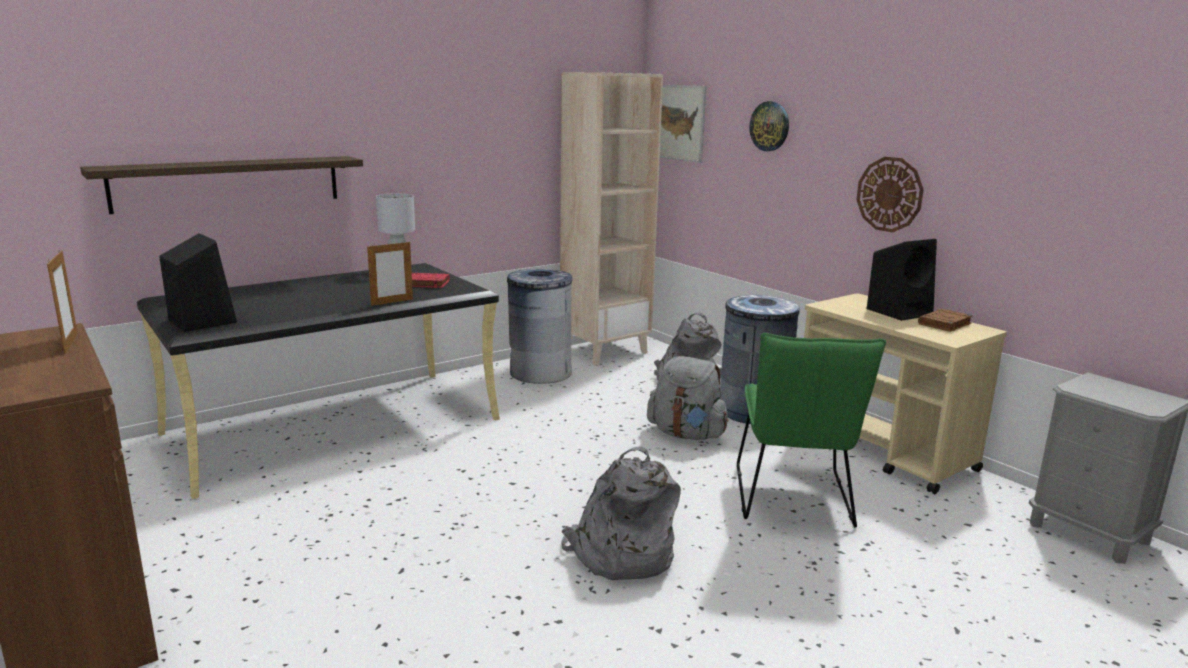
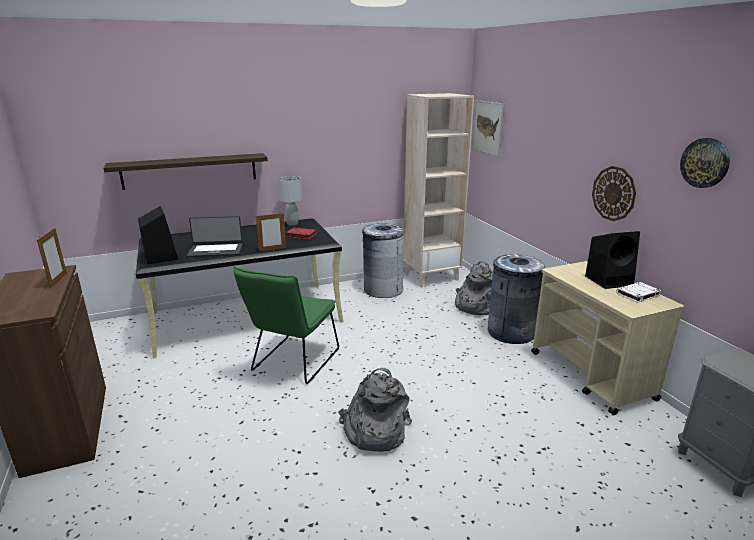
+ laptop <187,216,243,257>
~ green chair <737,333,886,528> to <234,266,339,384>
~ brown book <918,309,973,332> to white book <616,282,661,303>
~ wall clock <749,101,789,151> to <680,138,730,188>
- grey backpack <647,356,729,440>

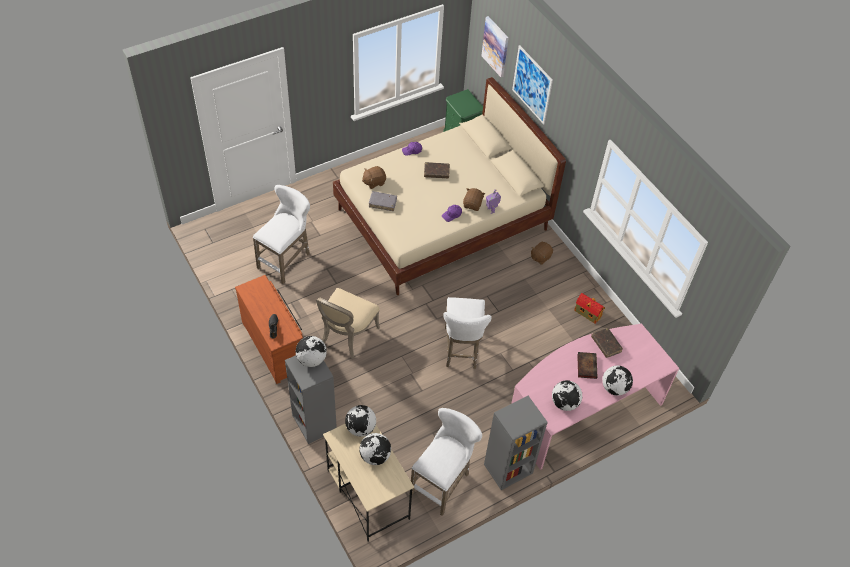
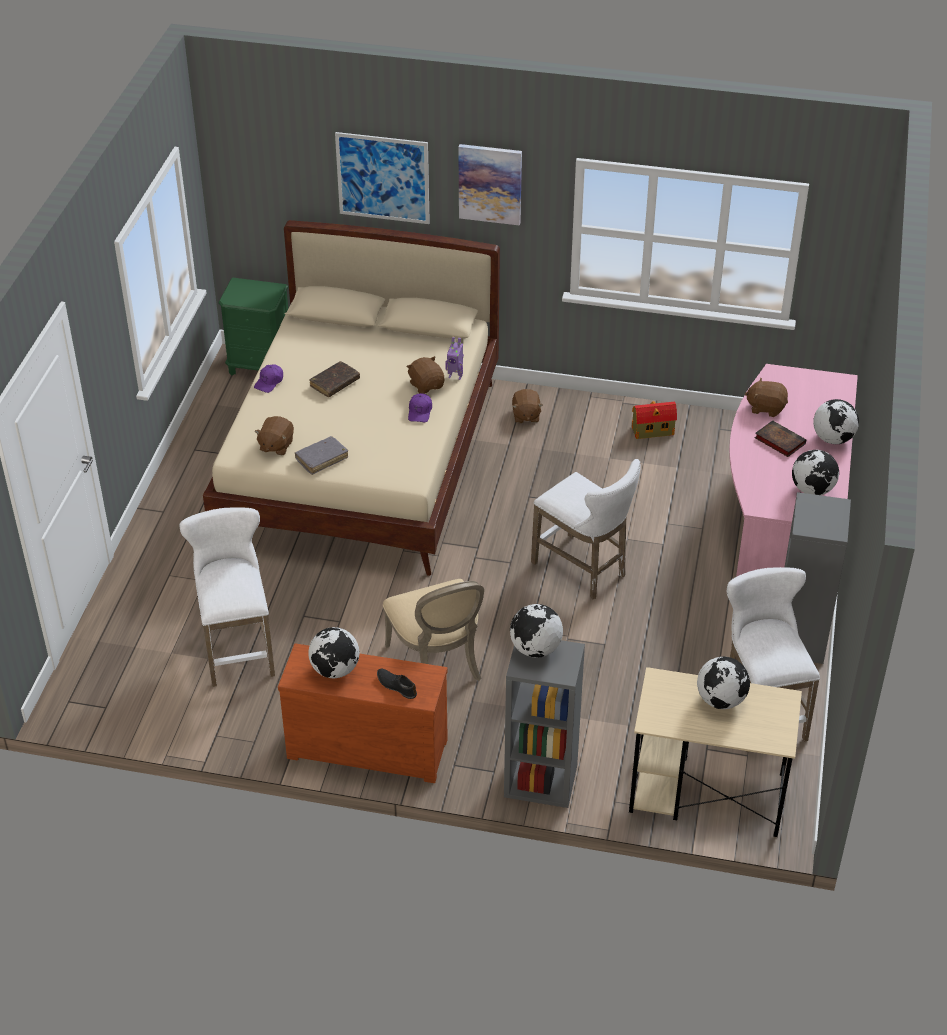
~ globe <345,405,376,437> to <308,627,360,678>
~ picture <482,16,509,77> to <458,144,522,225>
~ brown book <591,328,623,358> to brown plush toy <745,377,788,417>

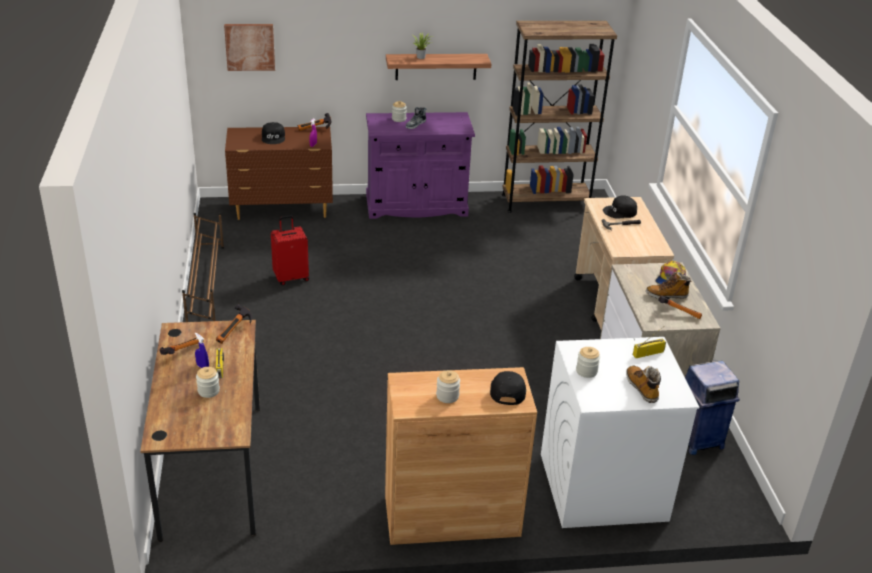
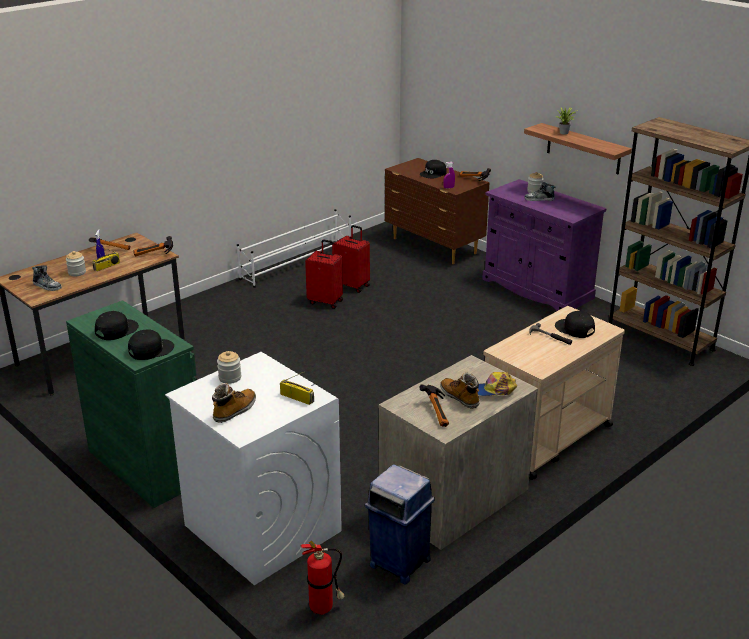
+ shoe <32,265,62,291>
~ brown cabinet <385,367,537,545> to green cabinet <66,300,197,508>
~ jar <436,370,460,403> to black cap <95,311,139,340>
~ brown shoe rack <182,212,224,322> to white shoe rack <237,209,351,288>
+ fire extinguisher <301,541,345,615>
+ red suitcase <305,240,343,309>
- picture <224,24,275,71>

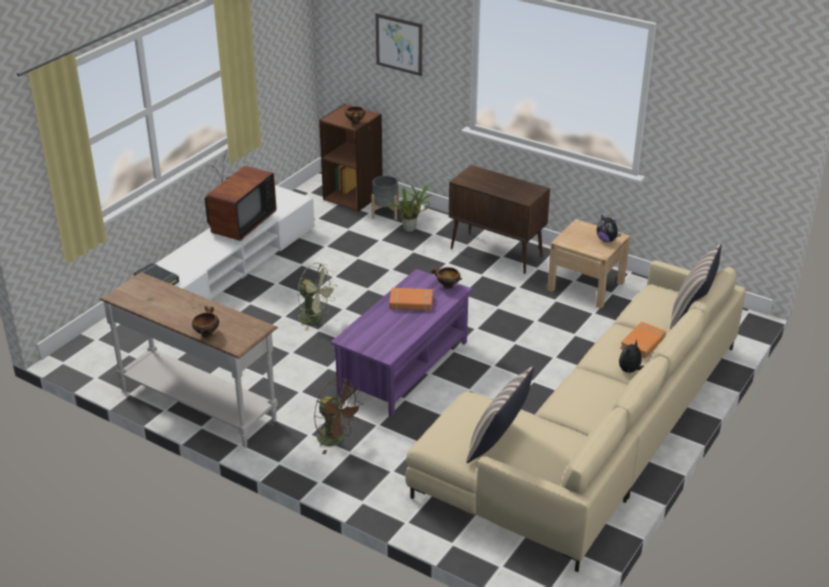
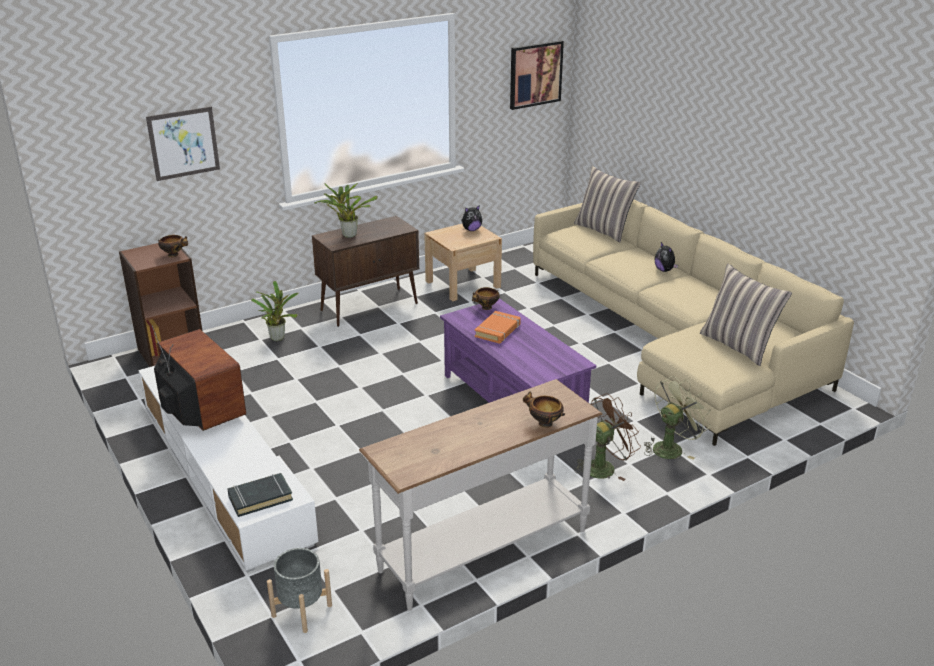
~ grey planter <371,176,399,220> to <267,548,332,633>
+ potted plant <314,183,378,238>
+ picture <510,40,564,110>
~ green fan <297,263,337,331> to <644,376,711,460>
- orange book <620,322,666,358>

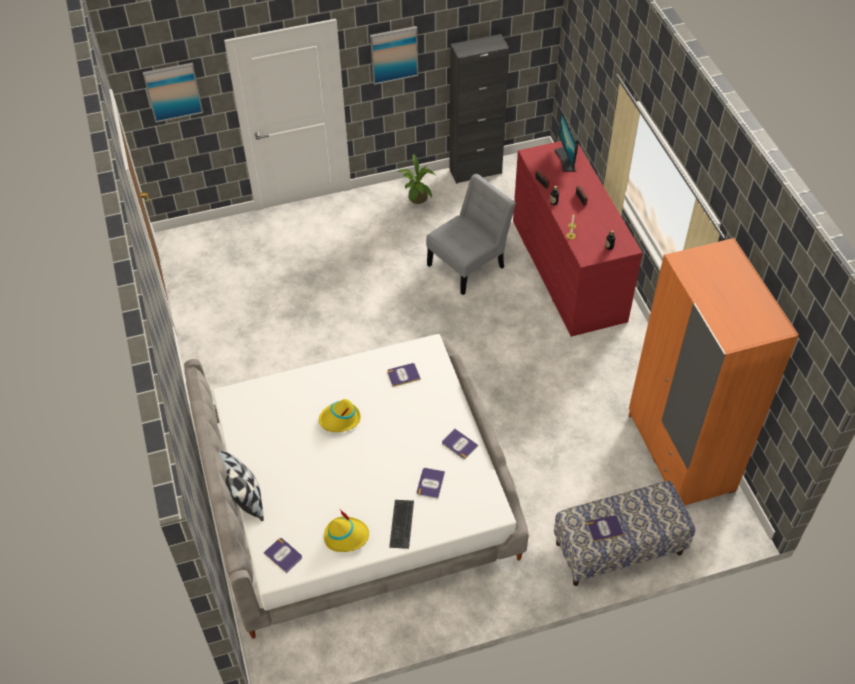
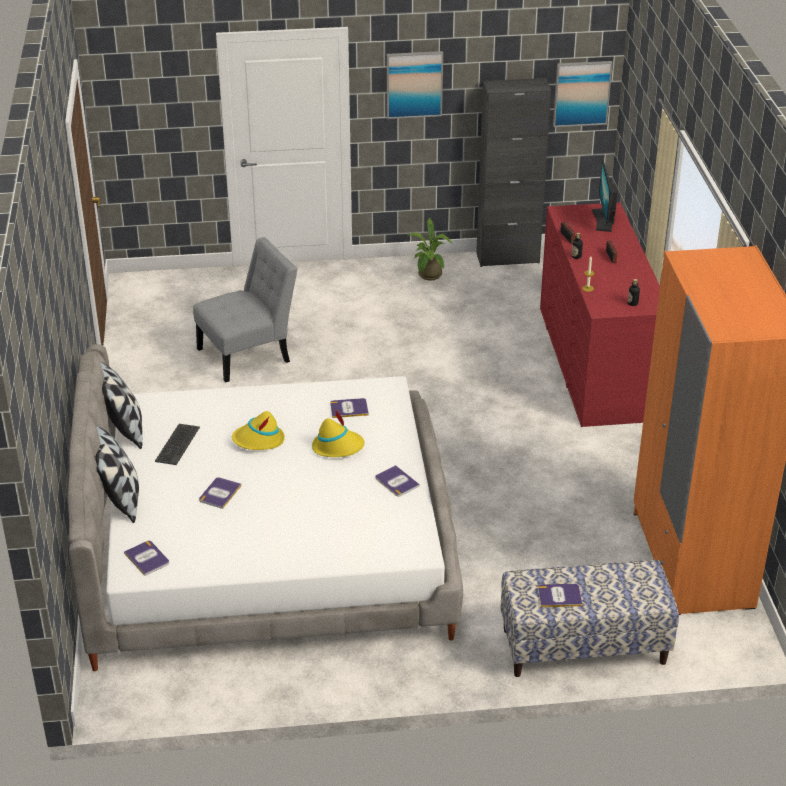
+ pillow <100,362,143,449>
~ keyboard <389,500,414,549> to <155,424,200,465>
~ grey chair <426,174,516,295> to <193,237,297,382>
~ book <417,468,445,499> to <199,477,242,509>
~ yellow hat <324,510,369,552> to <312,409,365,457>
~ picture <143,63,203,123> to <553,61,613,127>

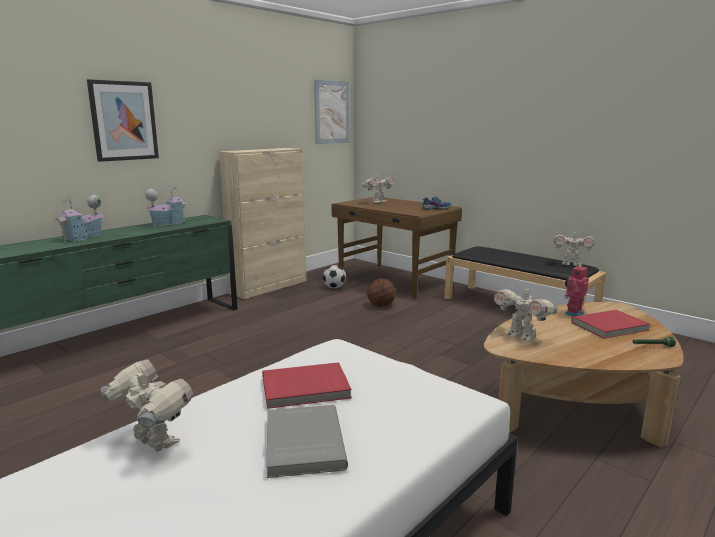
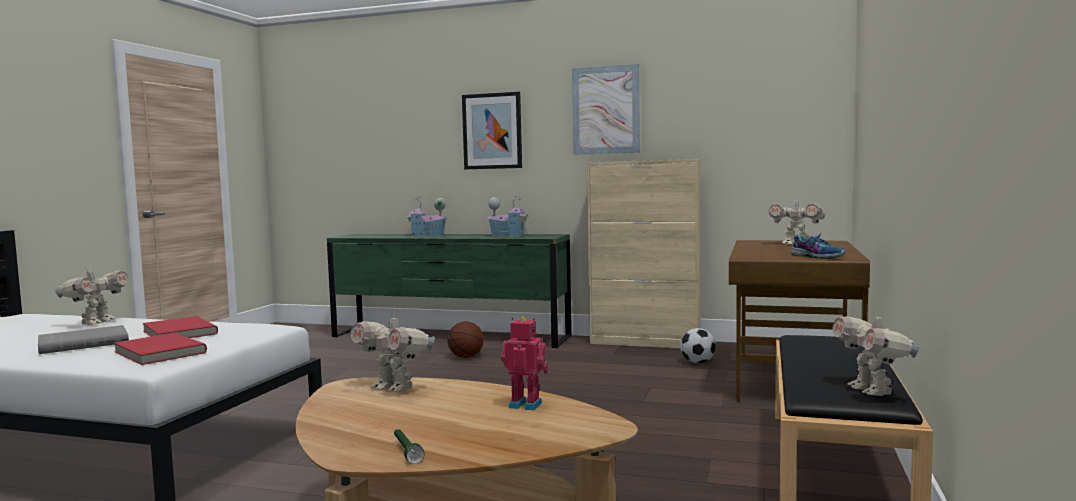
~ red book <571,310,650,339> to <114,333,207,365>
~ toy robot <494,284,558,341> = <350,311,435,392> 75 degrees counterclockwise
~ basketball <367,278,396,307> to <447,321,484,358>
~ picture <314,80,350,144> to <572,64,640,155>

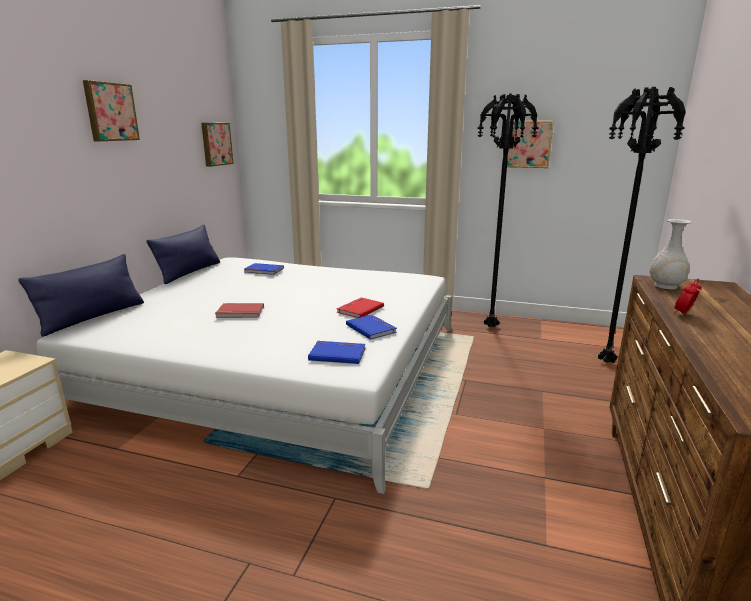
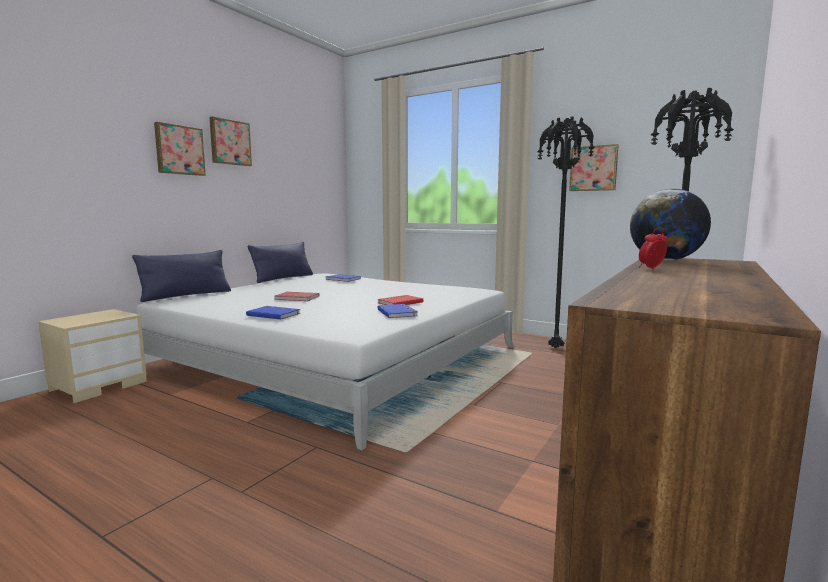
~ picture <201,123,233,167> to <154,122,206,176>
~ blue book <308,341,365,364> to <246,306,300,320>
~ white vase <650,219,692,289> to globe <630,189,711,260>

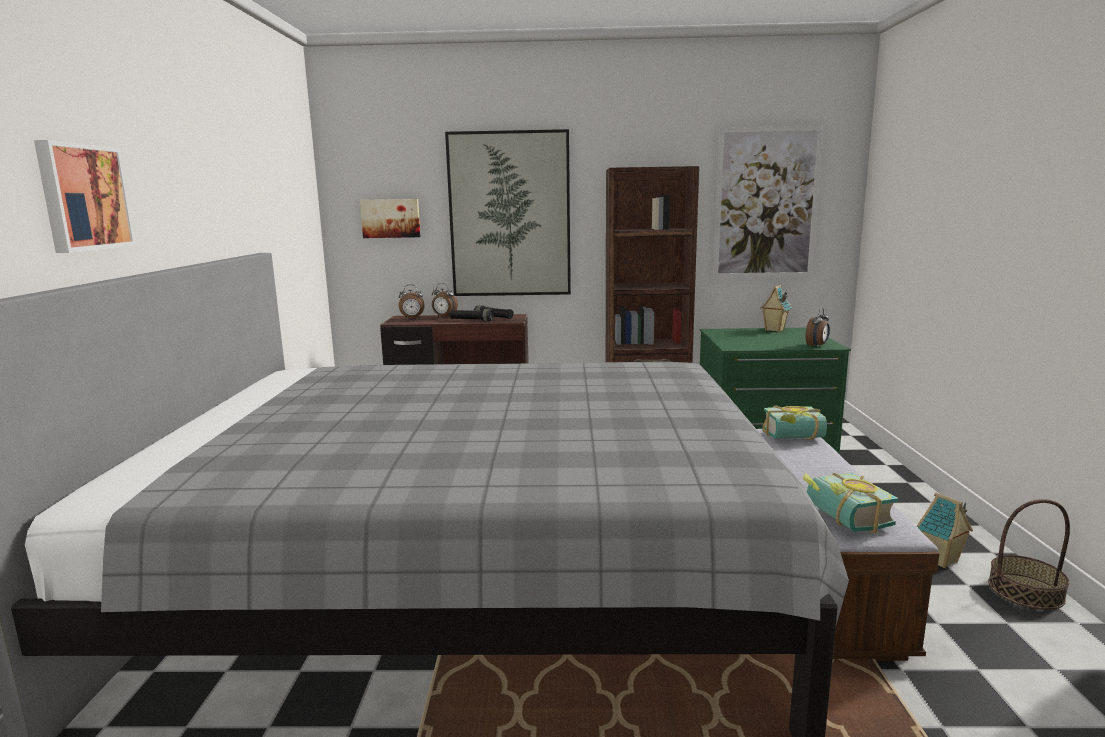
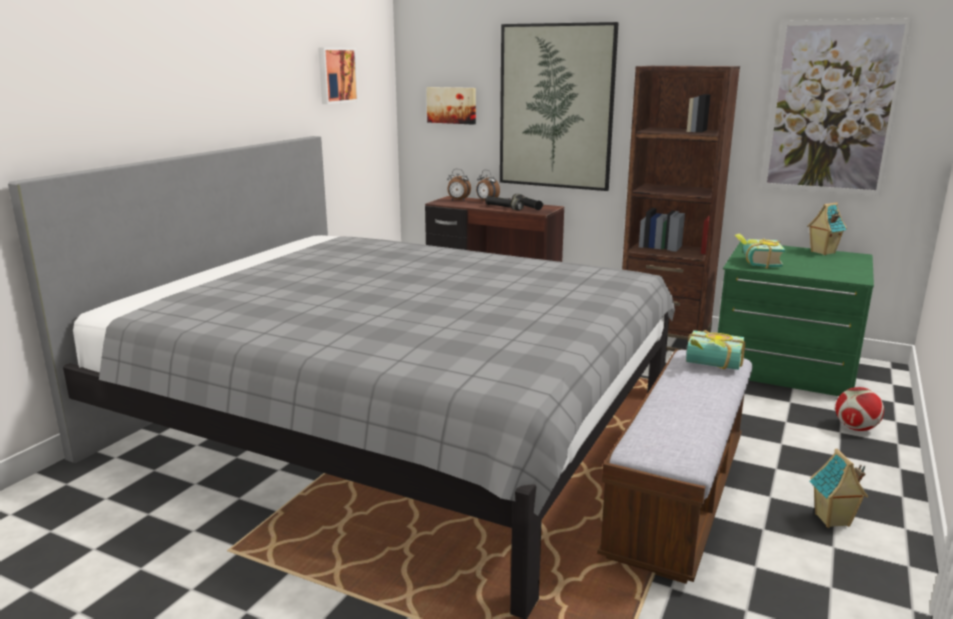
~ picture <34,140,136,253> to <318,47,359,104>
~ book <803,473,899,533> to <735,234,785,269>
+ football <835,387,884,431>
- alarm clock <805,308,830,347>
- basket <988,499,1070,610>

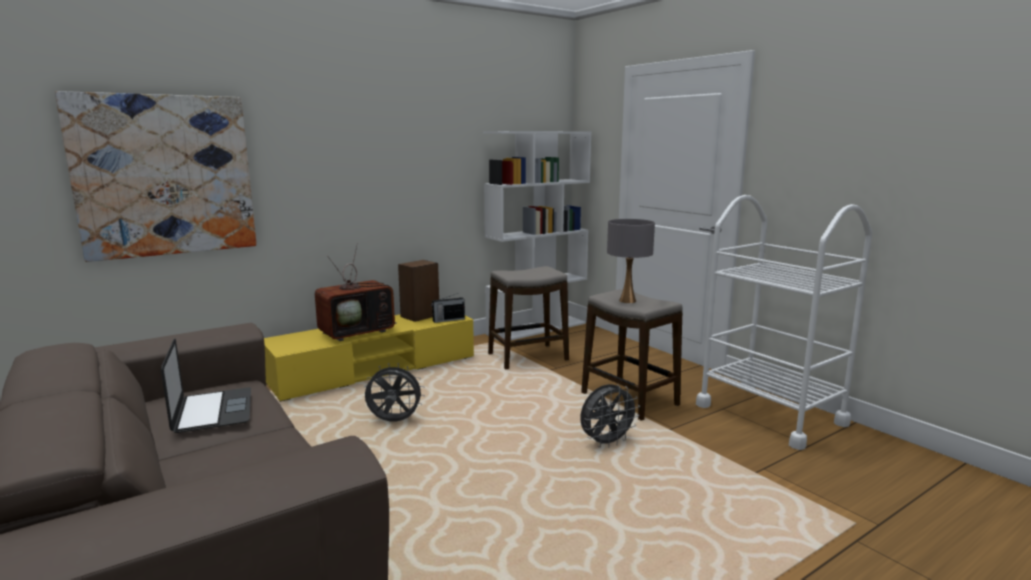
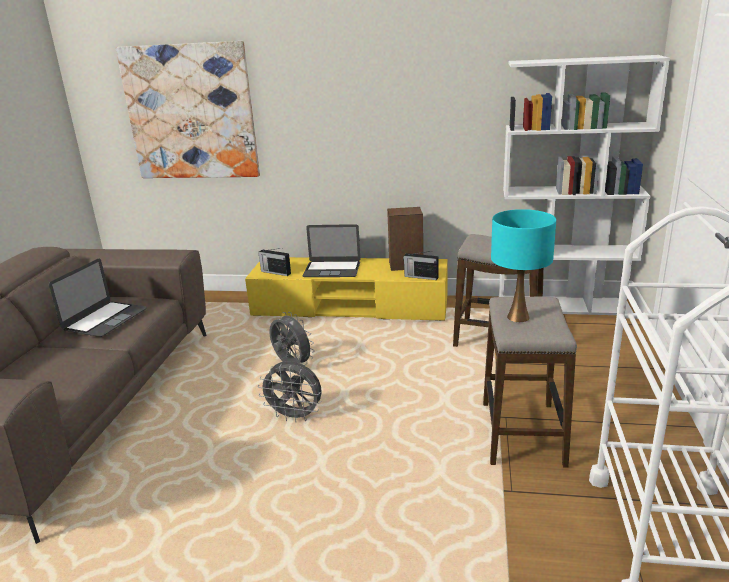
~ grey fan <580,384,640,448> to <258,361,322,422>
+ radio <259,248,291,276>
~ television <315,244,396,341> to laptop <303,224,360,277>
~ grey table lamp <607,219,655,303> to turquoise table lamp <491,209,556,322>

